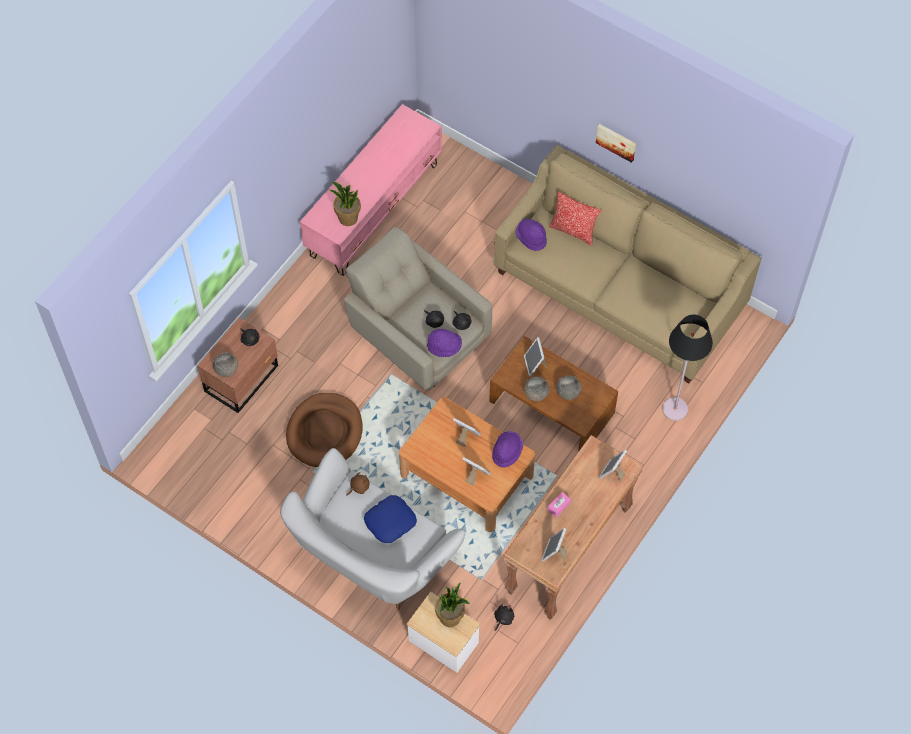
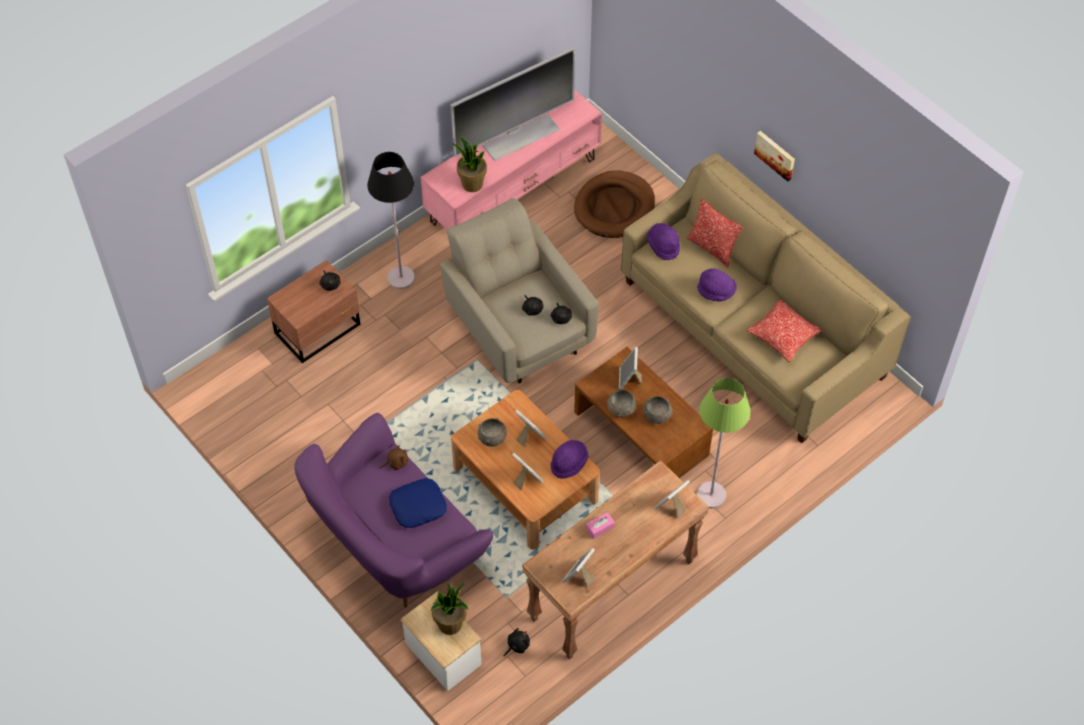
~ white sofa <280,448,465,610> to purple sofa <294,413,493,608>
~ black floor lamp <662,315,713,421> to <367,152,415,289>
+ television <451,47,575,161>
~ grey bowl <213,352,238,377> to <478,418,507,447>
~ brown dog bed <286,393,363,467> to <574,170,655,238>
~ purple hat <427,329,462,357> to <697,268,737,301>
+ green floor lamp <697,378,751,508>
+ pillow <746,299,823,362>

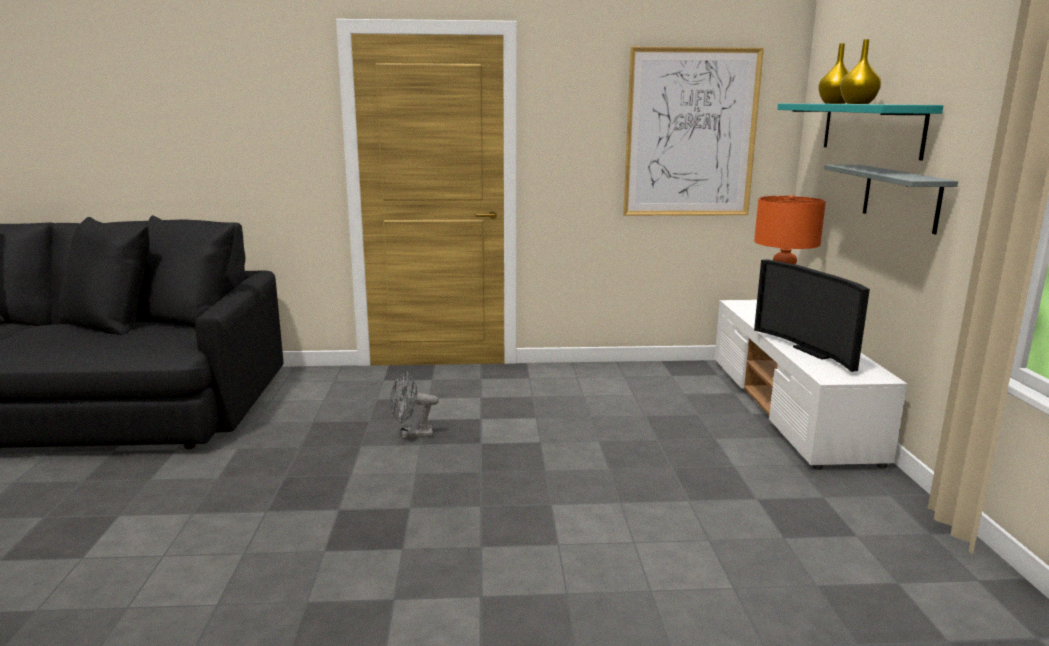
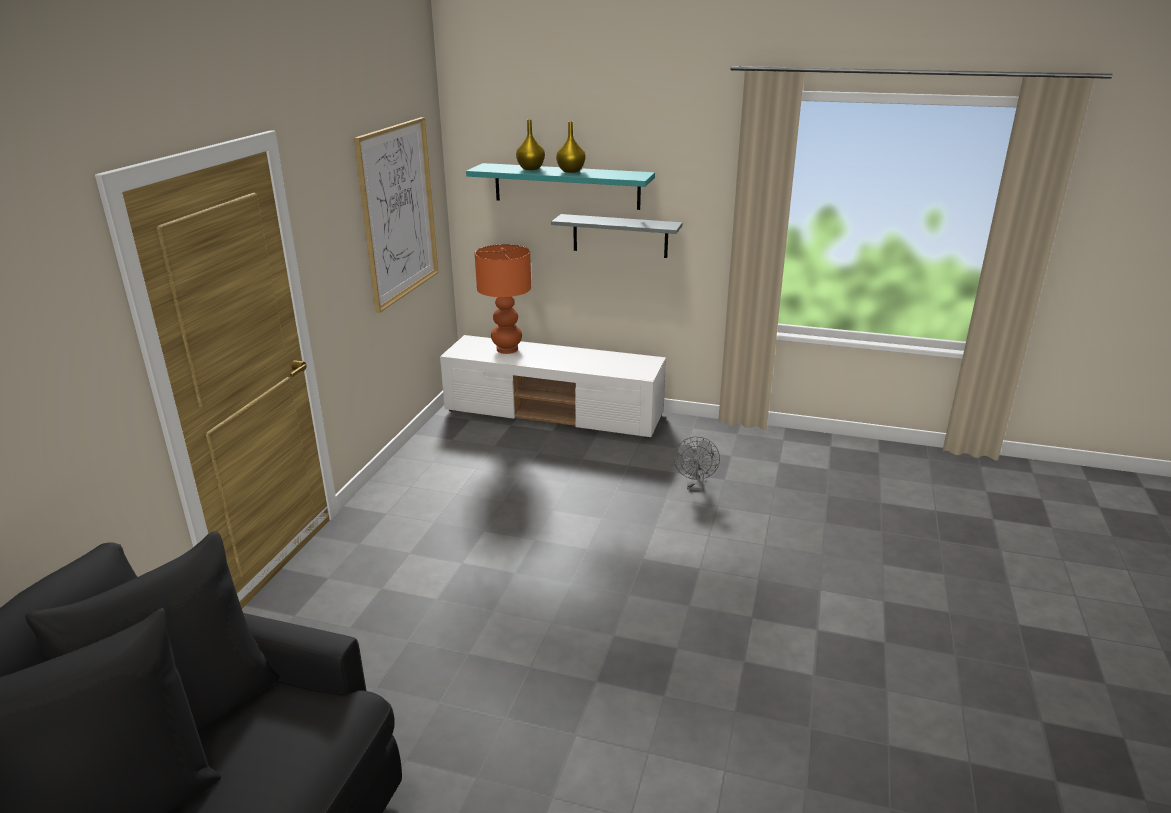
~ grey fan <390,371,439,439> to <674,436,720,491>
- television <754,259,870,372>

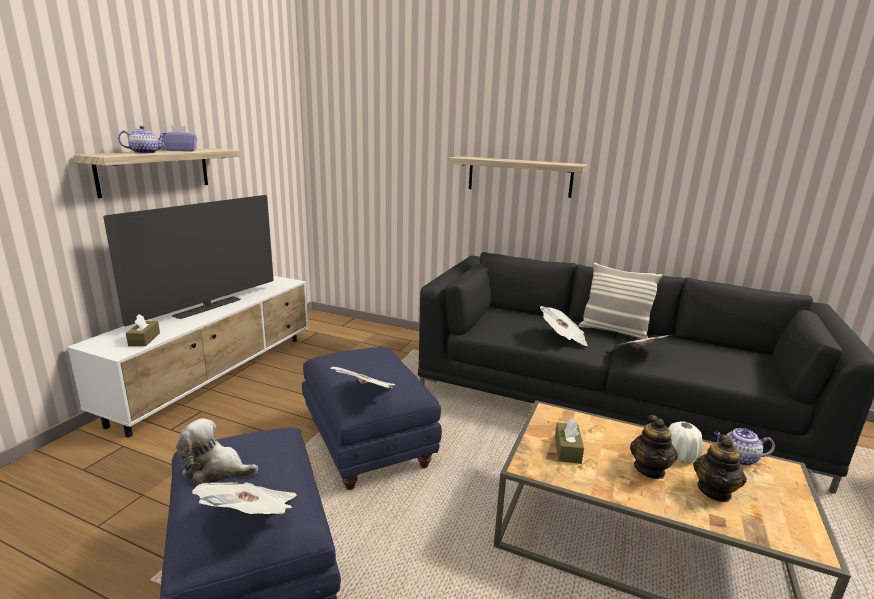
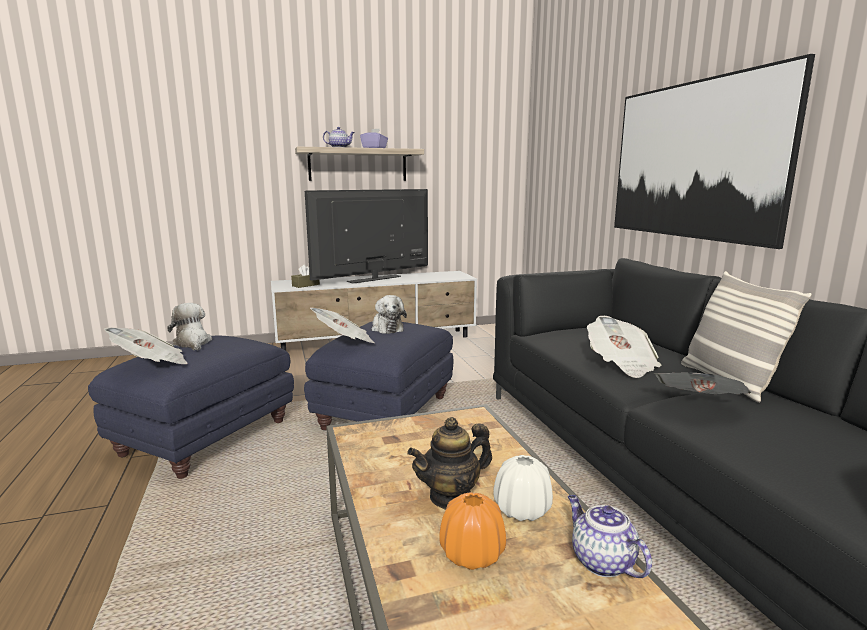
~ television <103,195,273,326> = <305,189,428,283> 150 degrees clockwise
+ plush toy <371,295,407,334>
~ teapot <693,434,747,502> to orange vase <439,492,506,570>
~ shelf <448,156,588,198> to picture <614,54,815,249>
- brown tissue box <555,418,584,464>

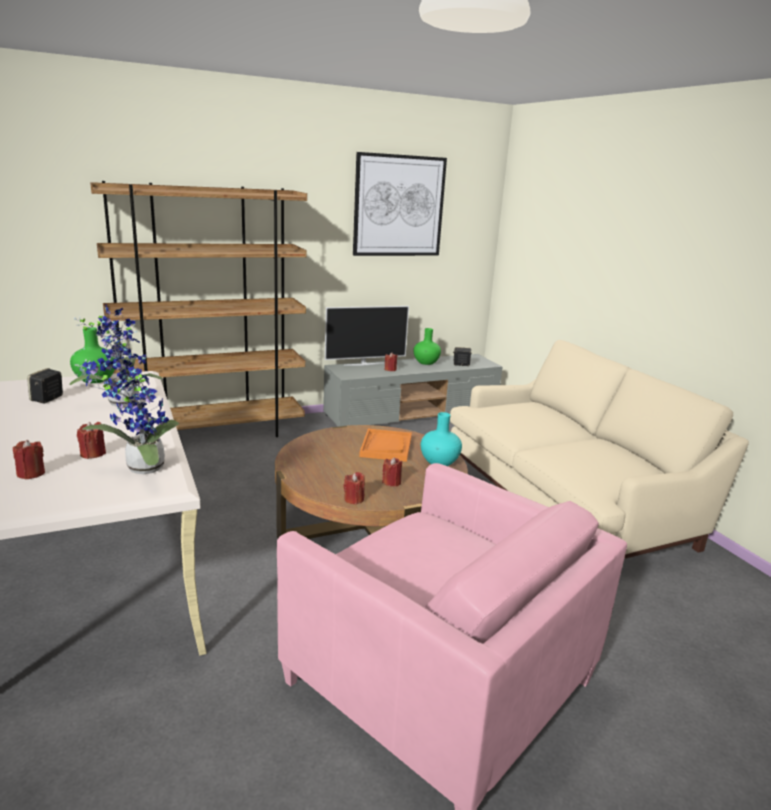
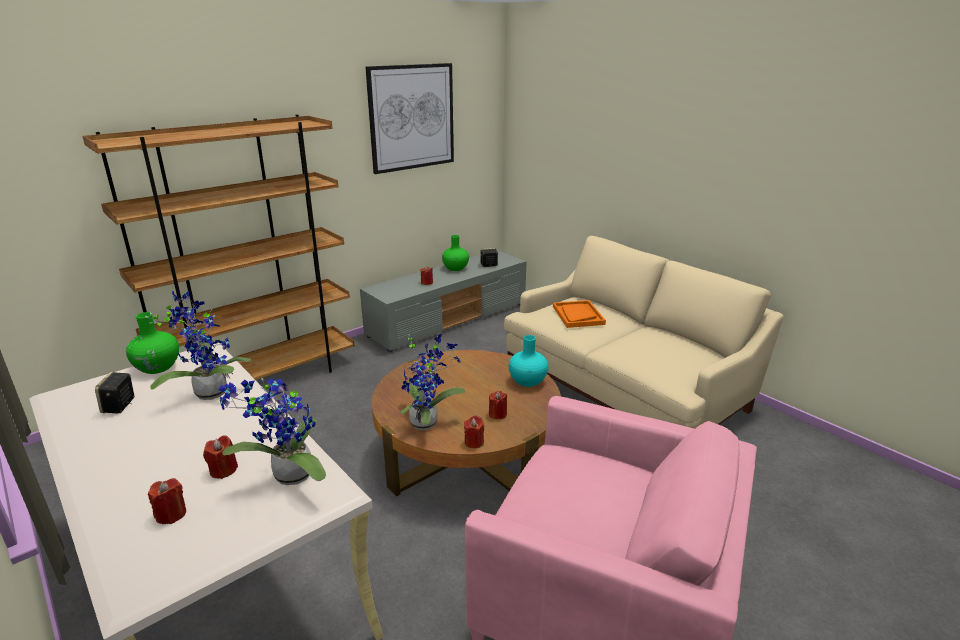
+ potted plant <400,334,465,430>
~ orange tray <359,429,412,462> to <553,300,606,328>
- television <325,306,409,365>

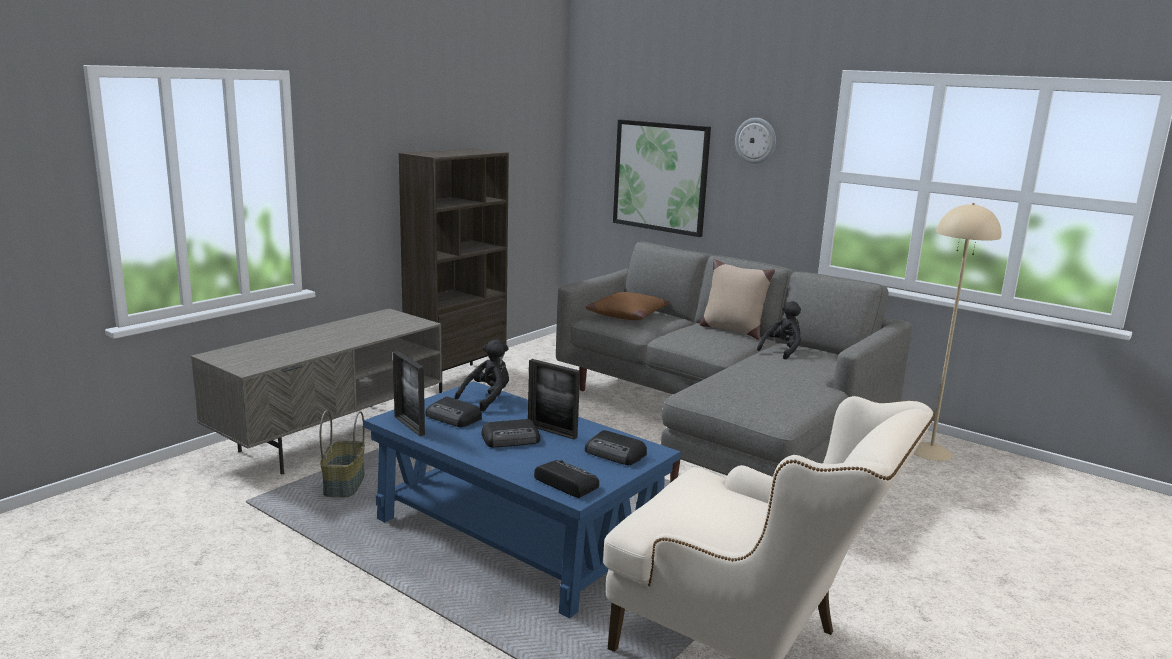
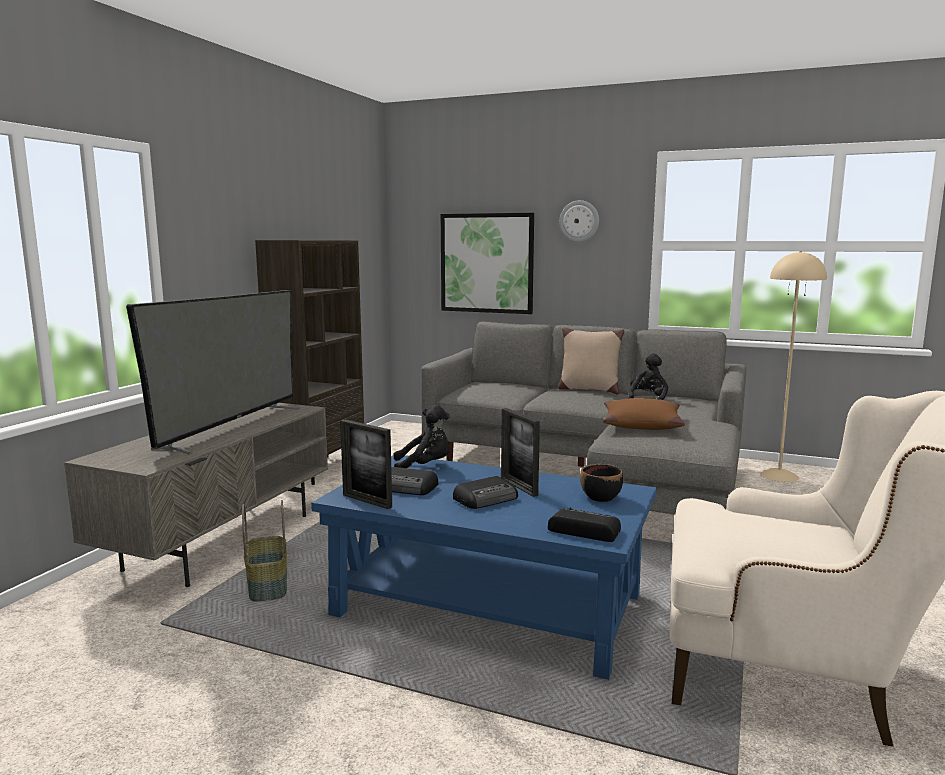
+ television <126,290,299,454>
~ black plush toy <455,339,509,411> = <393,405,450,468> 60 degrees clockwise
~ picture frame <528,359,580,440> = <501,408,540,497> 45 degrees clockwise
~ radio <585,430,647,465> to black bowl <580,464,623,502>
~ brown pillow <586,292,670,320> to <603,398,685,430>

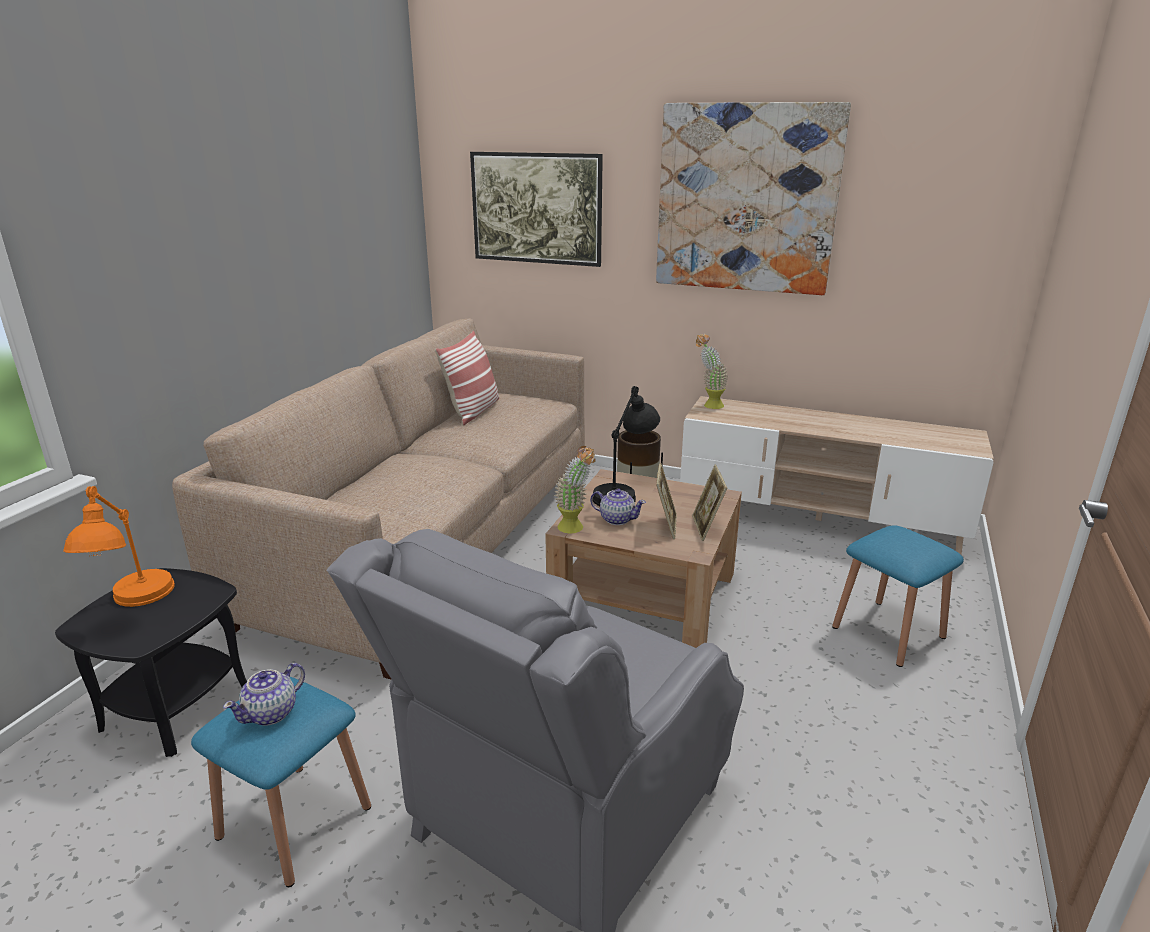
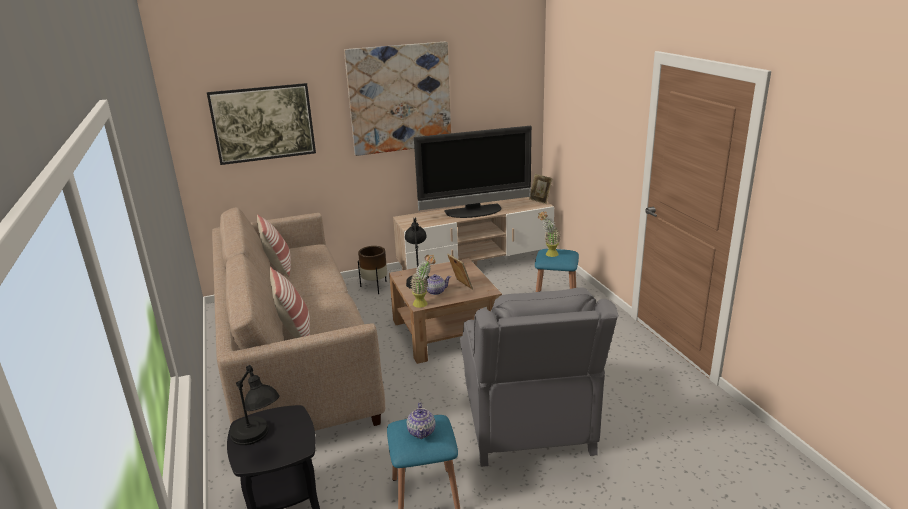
~ orange table lamp <63,486,175,607> to black table lamp <230,365,280,445>
+ pillow <270,267,310,338>
+ television <414,126,532,218>
~ picture frame <692,465,727,541> to <529,174,553,204>
~ potted plant <696,334,728,409> to <538,211,560,257>

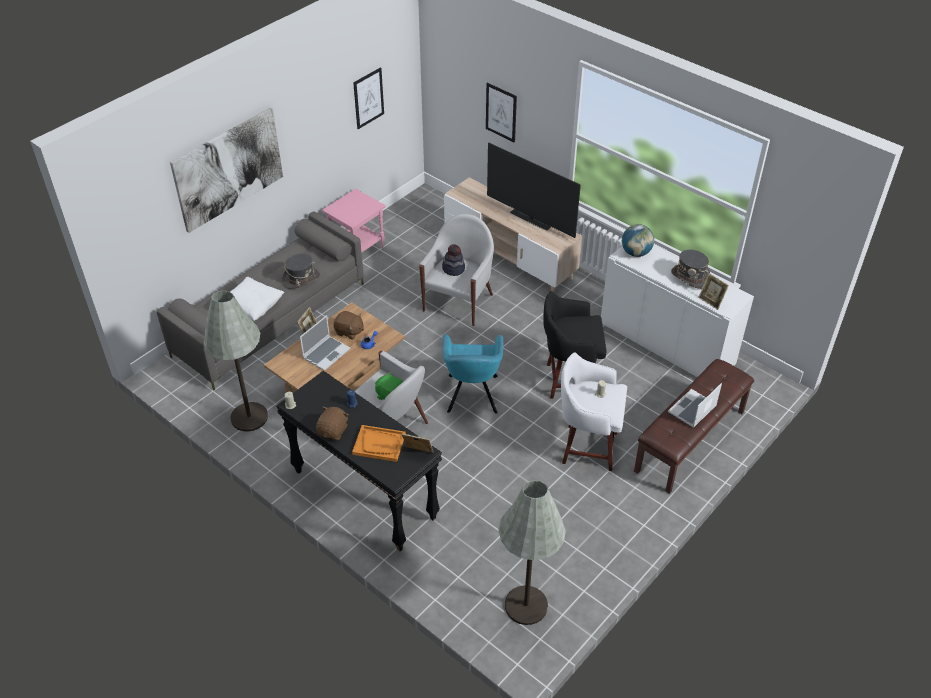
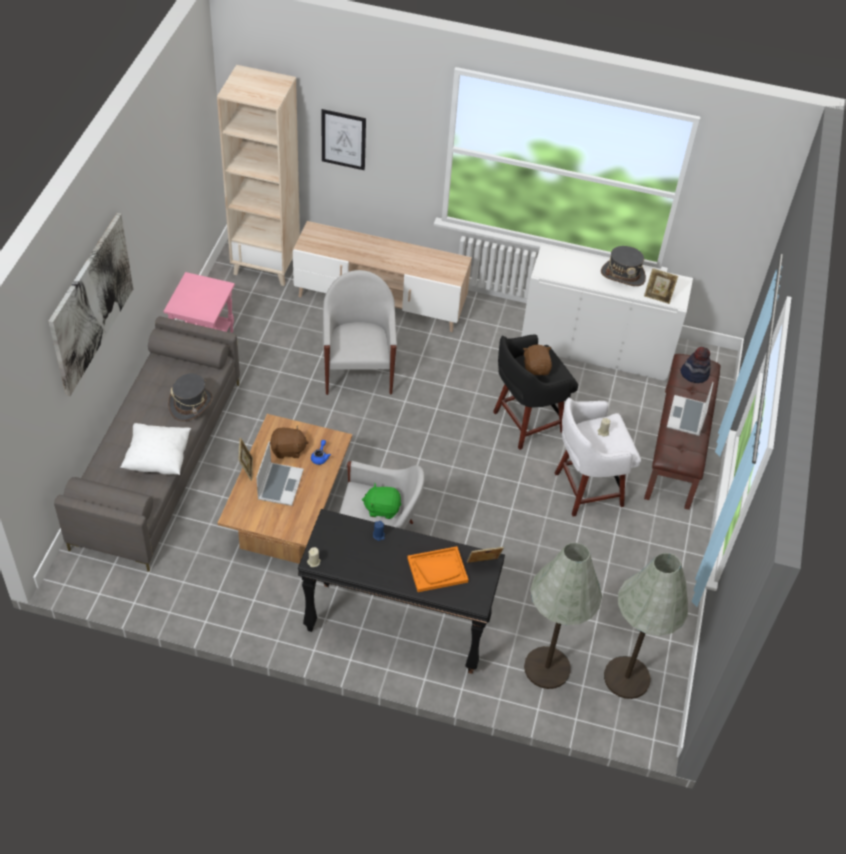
+ beige bookcase <217,65,300,286>
~ brown plush toy <316,407,349,440> to <523,345,552,375>
~ grey floor lamp <203,291,268,432> to <524,543,602,689>
~ hat <442,244,465,276> to <680,347,711,383>
- picture <353,67,384,129>
- turquoise armchair <443,334,503,414>
- television <487,143,581,238>
- globe <622,224,654,257>

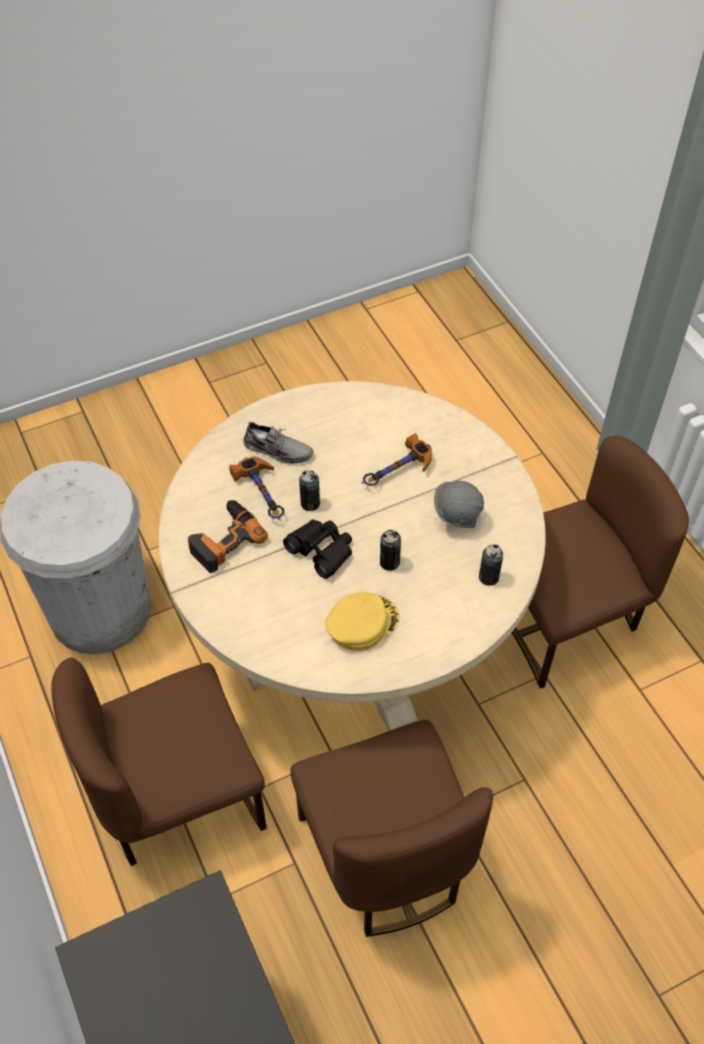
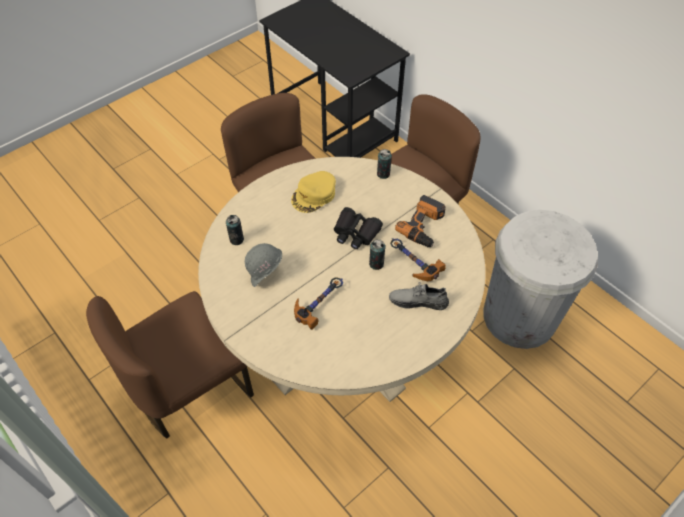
~ can <380,530,401,571> to <377,149,392,179>

